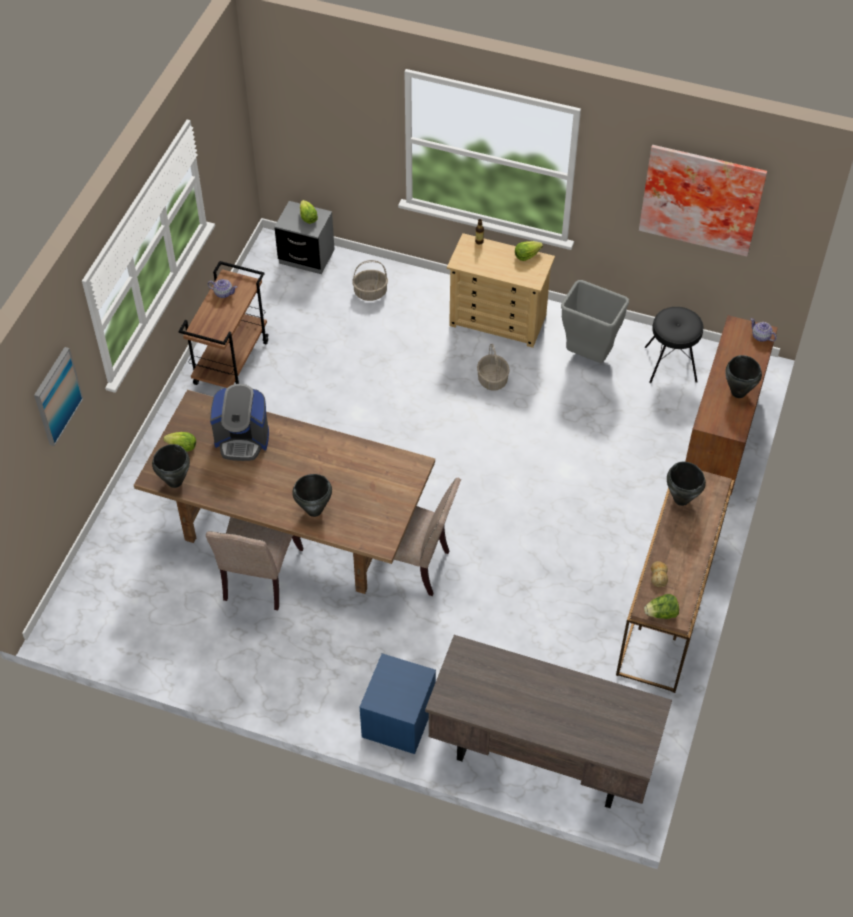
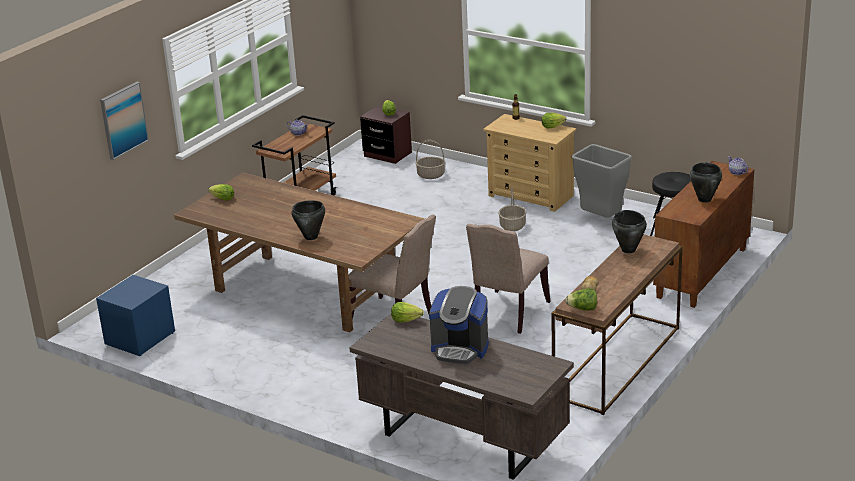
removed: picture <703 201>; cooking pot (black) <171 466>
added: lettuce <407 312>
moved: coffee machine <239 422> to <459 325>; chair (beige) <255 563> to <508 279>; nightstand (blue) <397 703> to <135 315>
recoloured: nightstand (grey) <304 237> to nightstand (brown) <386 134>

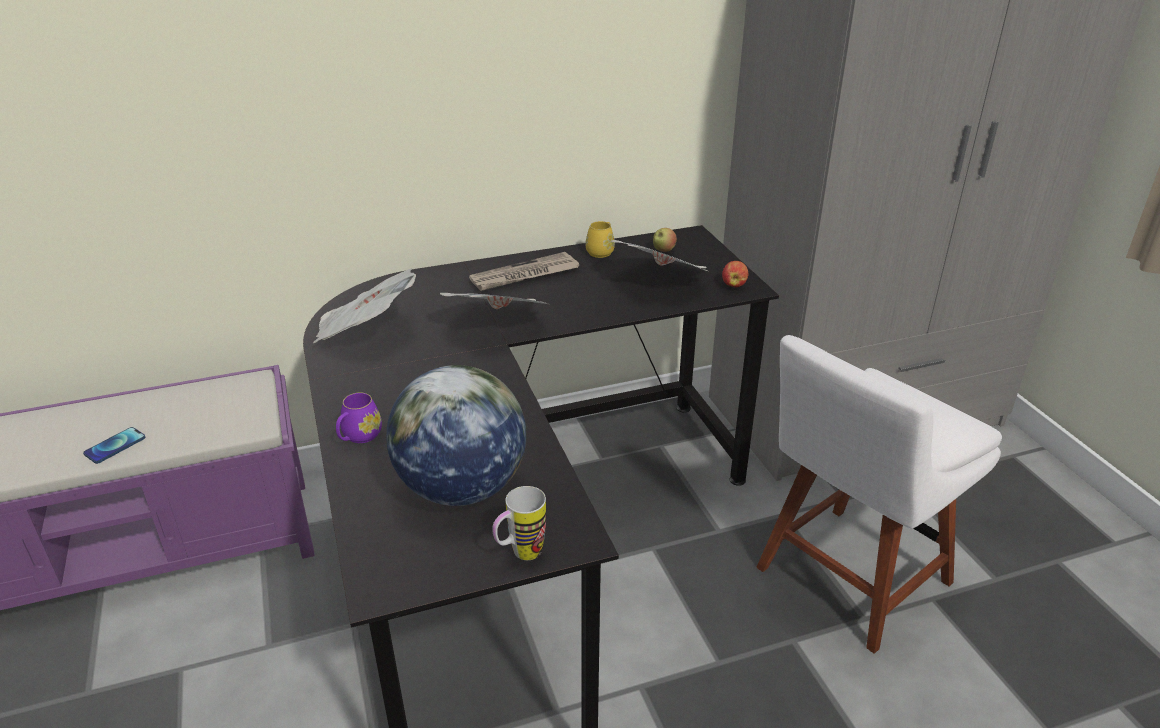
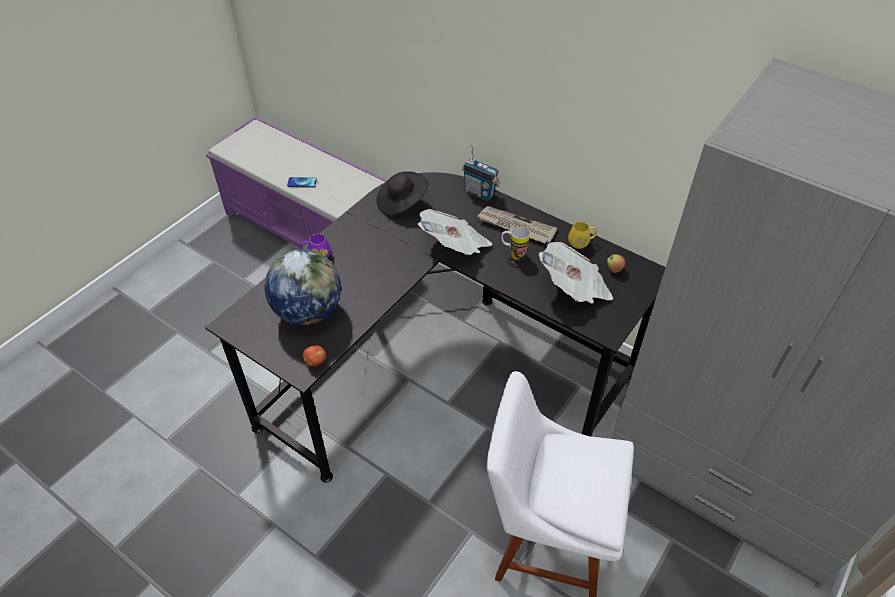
added: radio <481 172>
moved: apple <735 274> to <314 356>; mug <519 523> to <515 243>
replaced: newspaper <364 305> to hat (black) <402 193>

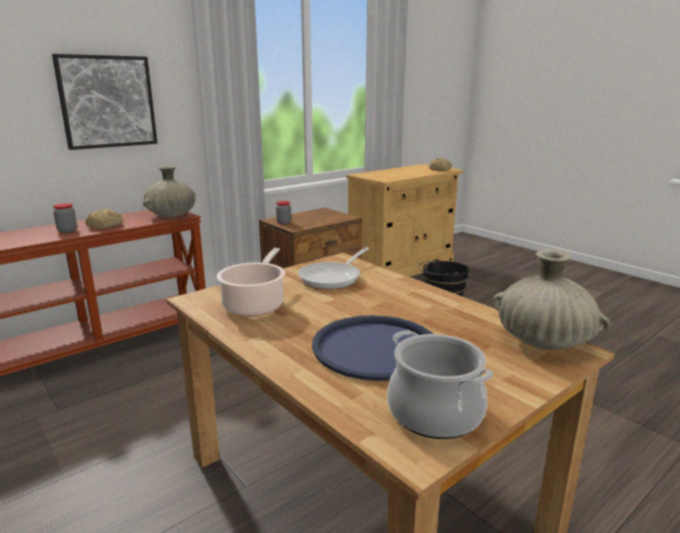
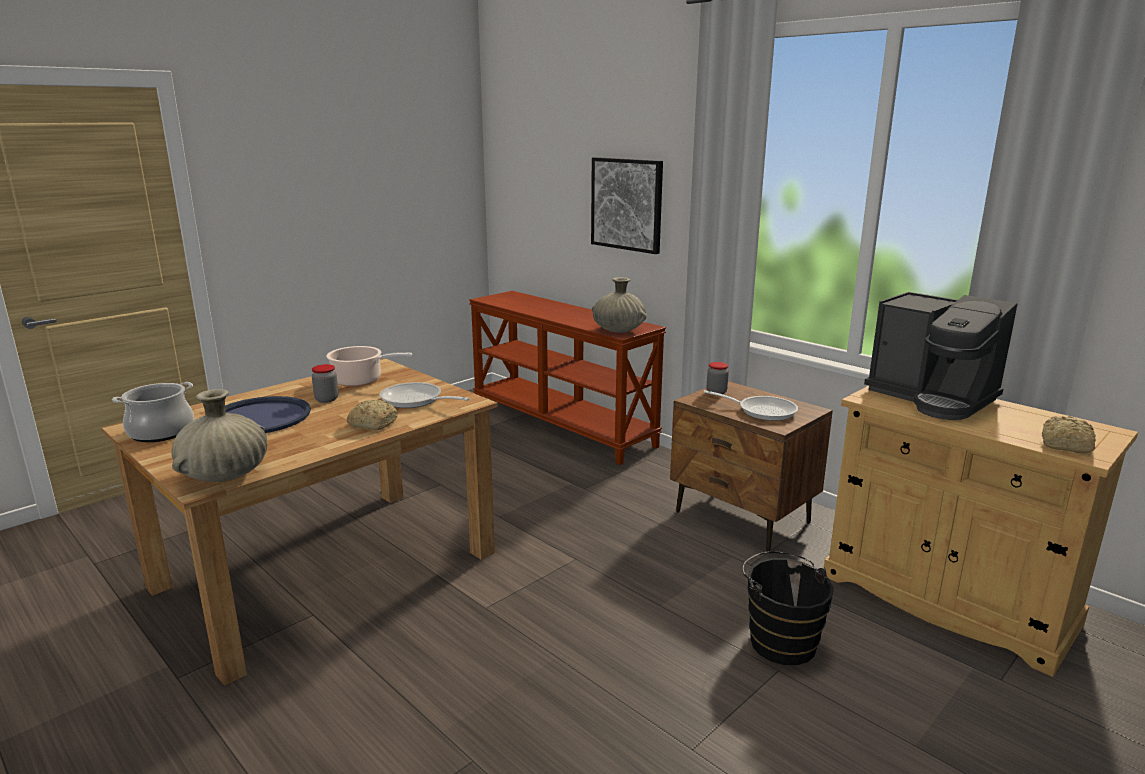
added: coffee machine <940 356>; frying pan <751 405>
moved: jar <65 218> to <325 383>; bread <104 219> to <372 415>

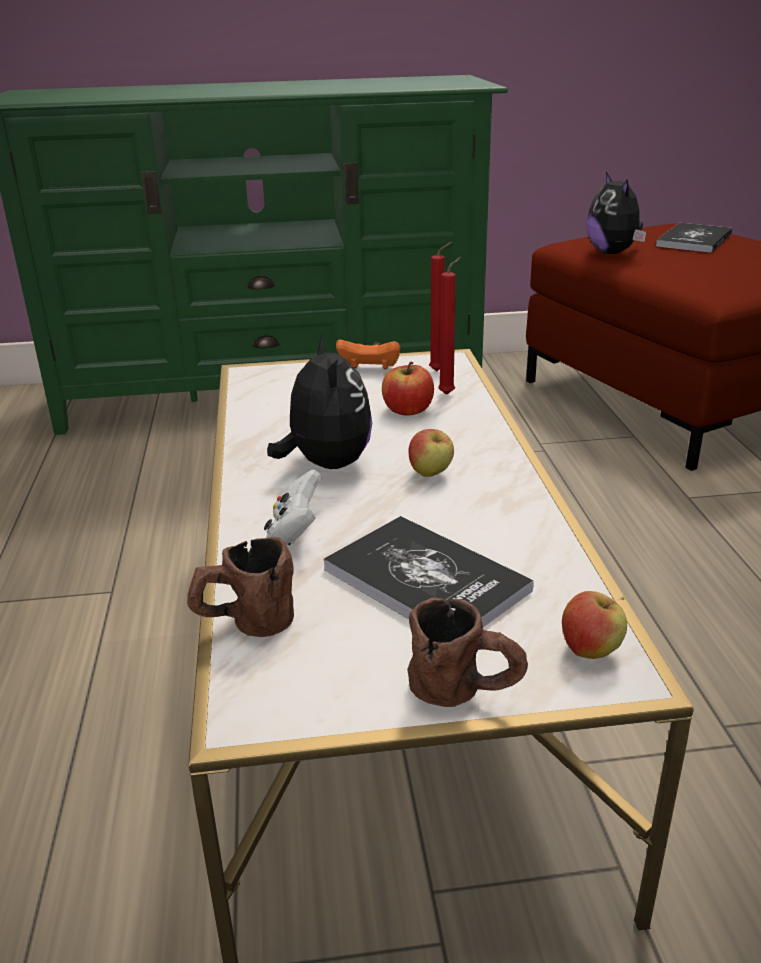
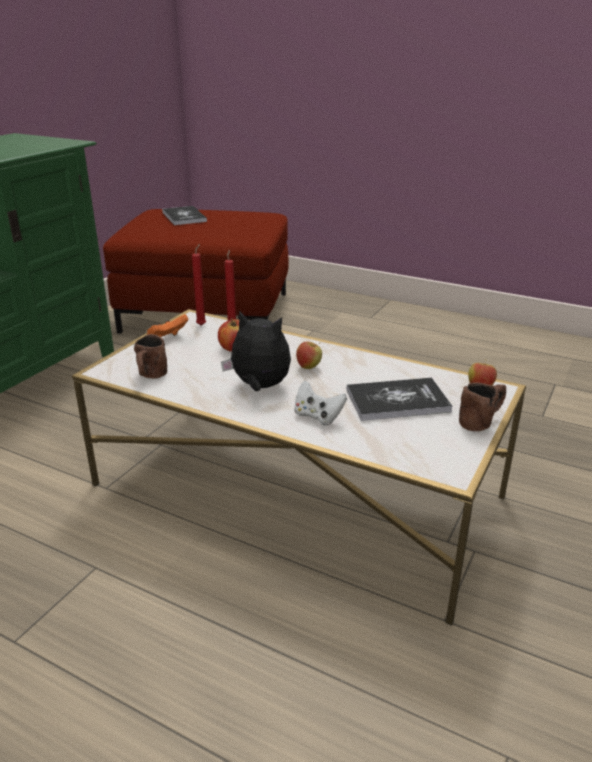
removed: plush toy <616 213>
moved: mug (brown) <240 587> to <150 356>

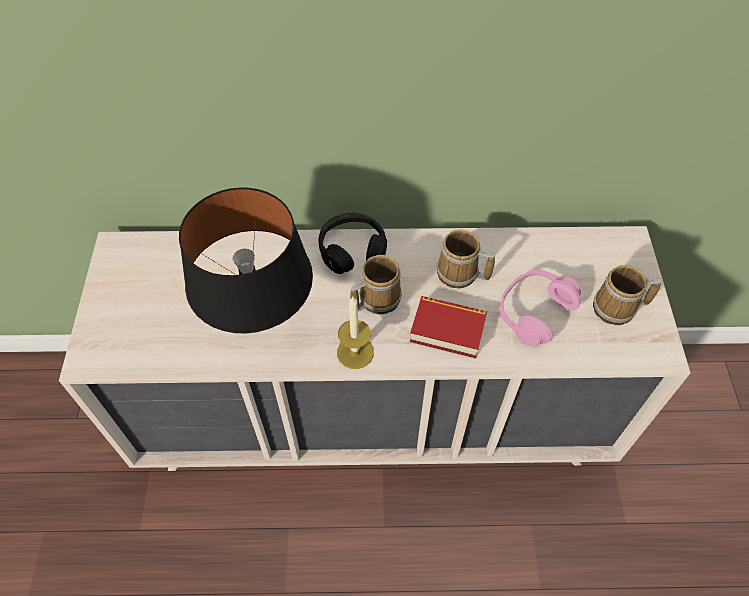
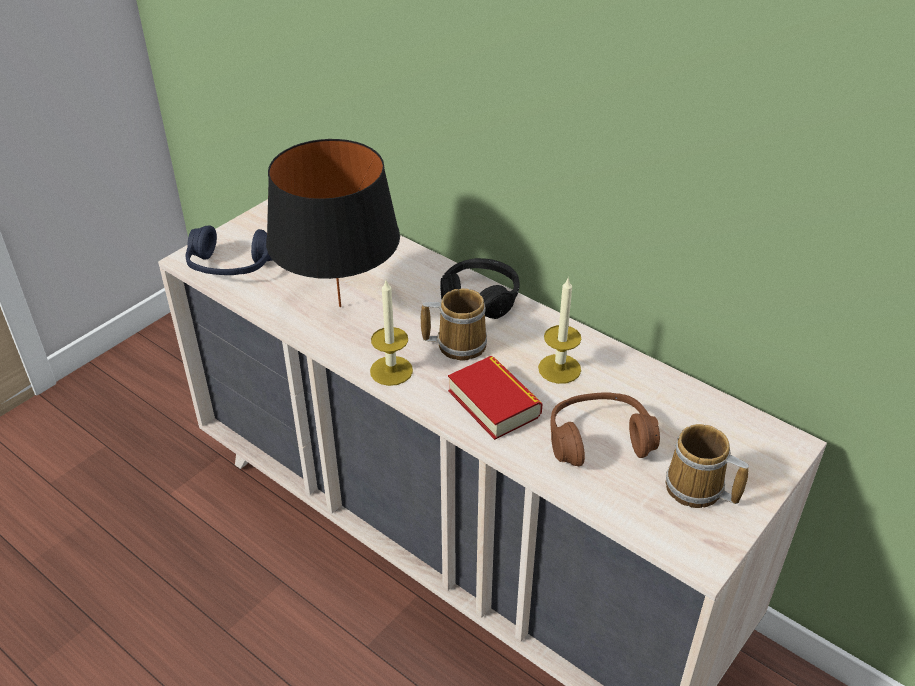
added: headphones (blue) <229 250>
replaced: mug <466 259> to candle <559 330>
recoloured: headphones (pink) <540 308> to headphones (brown) <605 429>

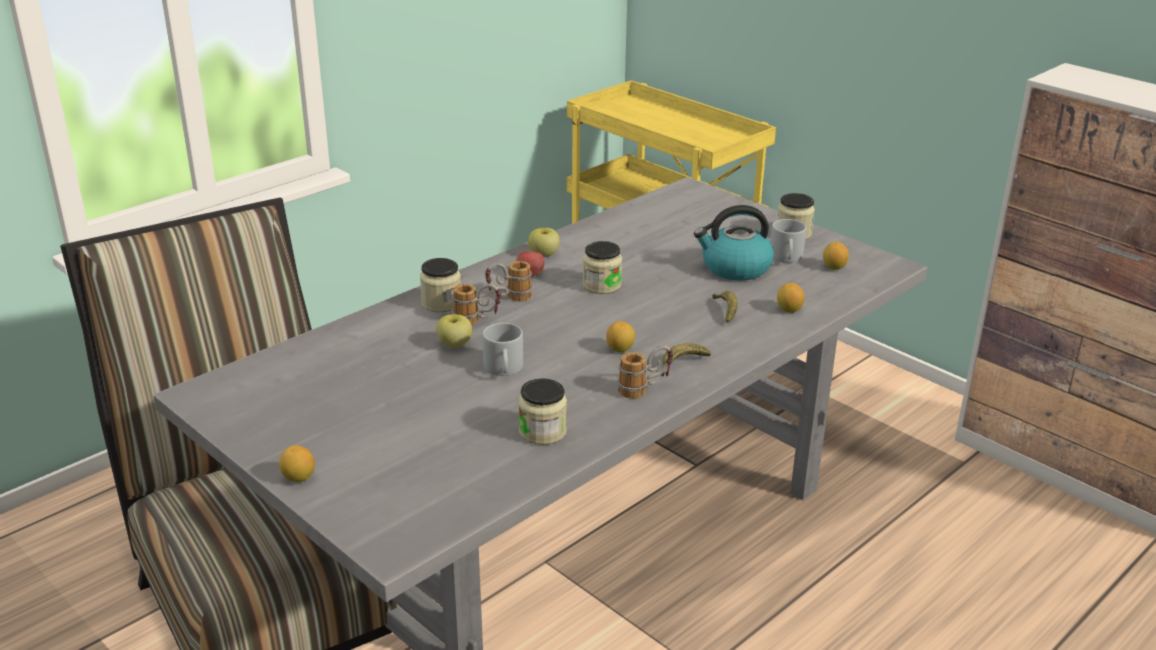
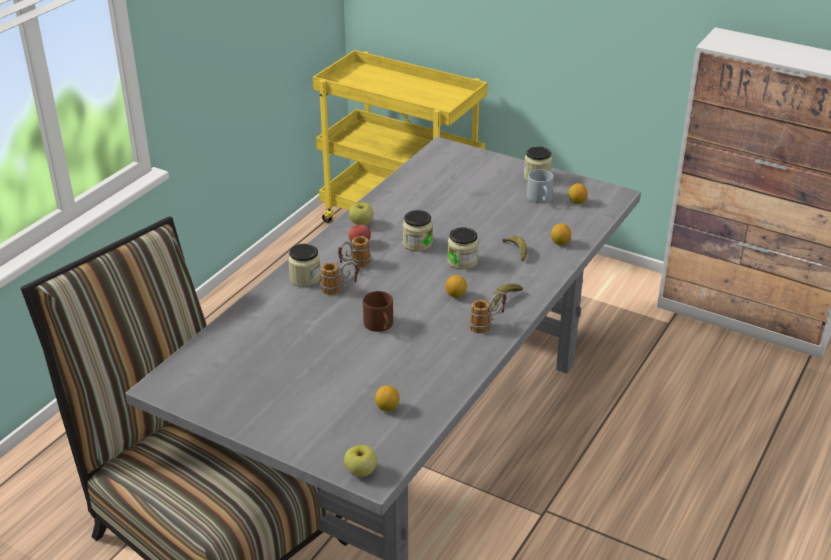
removed: kettle <734 242>
moved: apple <454 331> to <360 461>; jar <542 411> to <463 248>; lemon <297 463> to <387 399>
recoloured: mug (grey) <503 349> to mug (brown) <378 311>

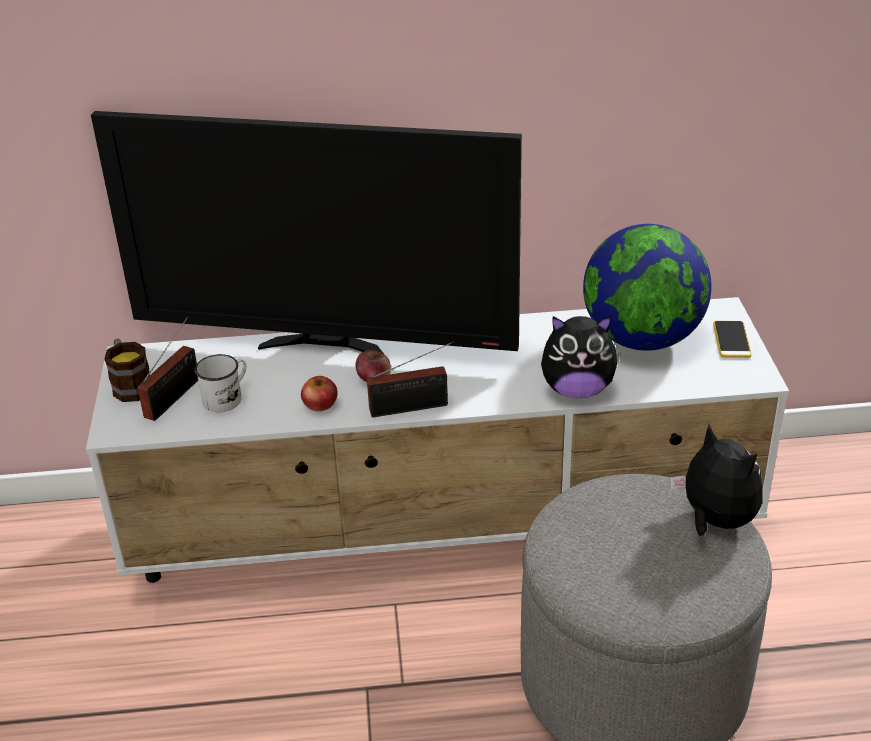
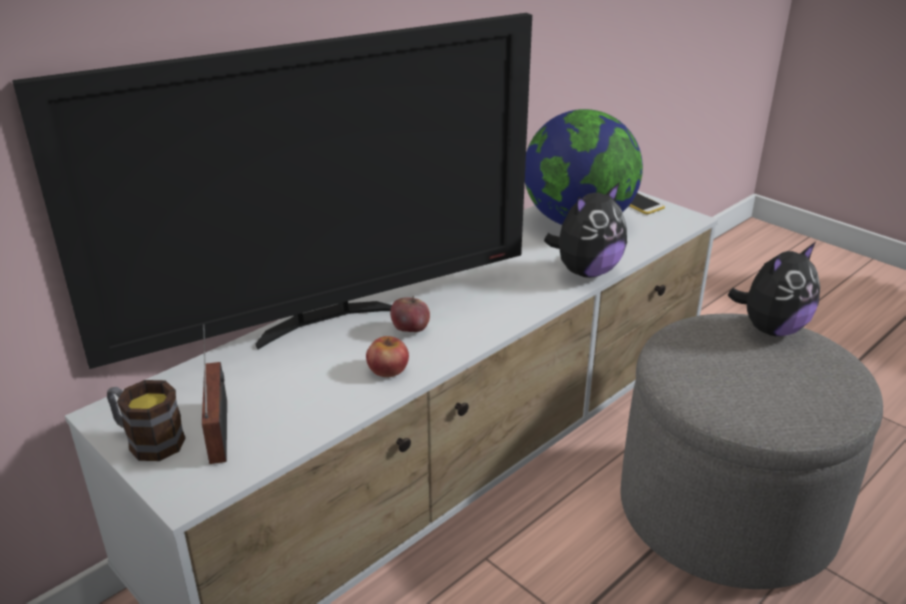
removed: radio <410 379>; mug (white) <220 383>
turned: plush toy <717 480> = <774 289> 135 degrees clockwise

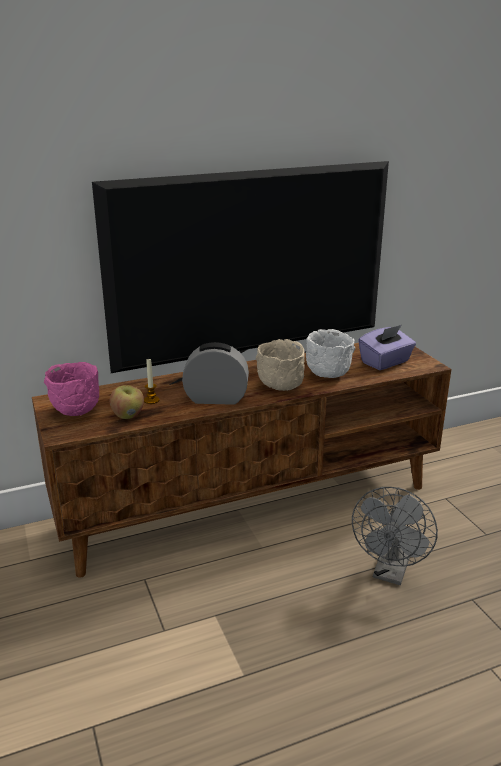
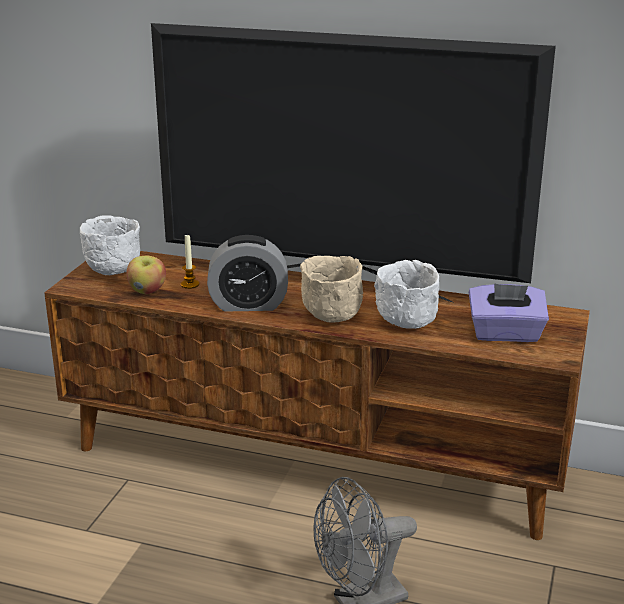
recoloured: bowl (pink) <71 389> to bowl (white) <110 245>
turned: alarm clock <215 373> = <247 273> 135 degrees clockwise

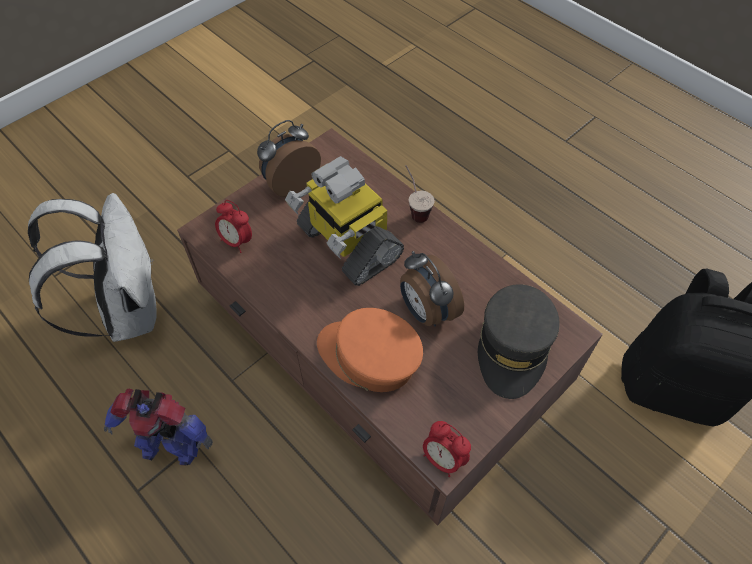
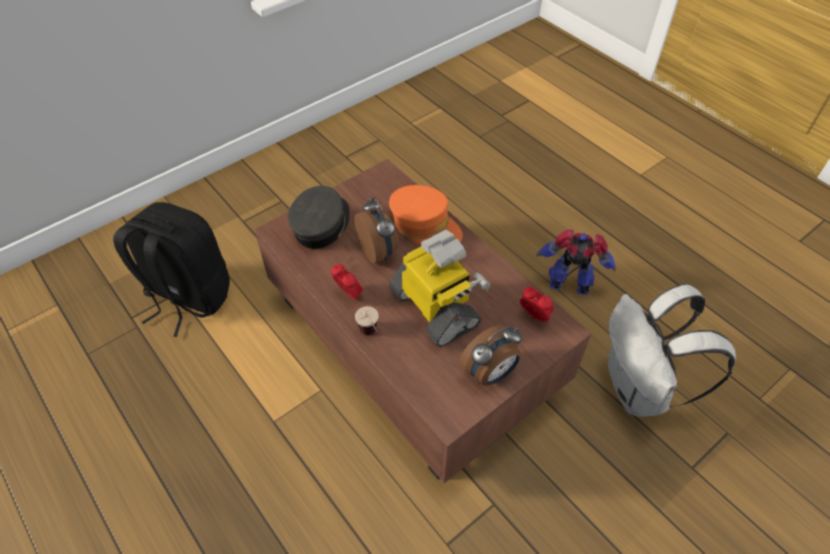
moved: alarm clock <447 449> to <347 282>

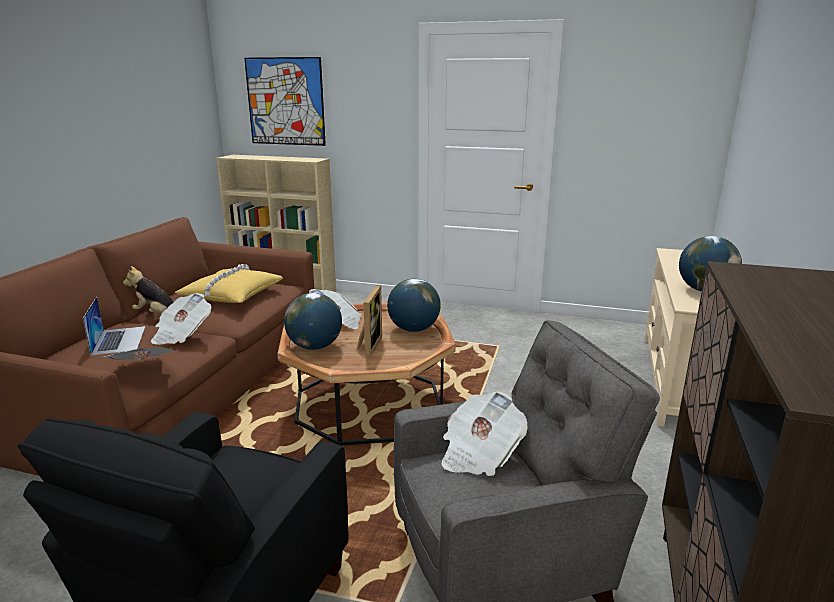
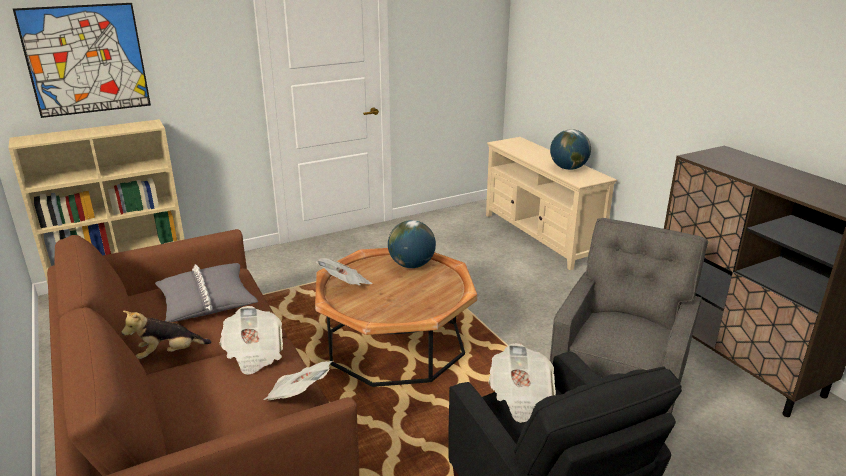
removed: picture frame <369 321>; globe <313 321>; laptop <113 326>
moved: newspaper <484 434> to <522 383>
recoloured: pillow (yellow) <229 283> to pillow (grey) <206 292>

